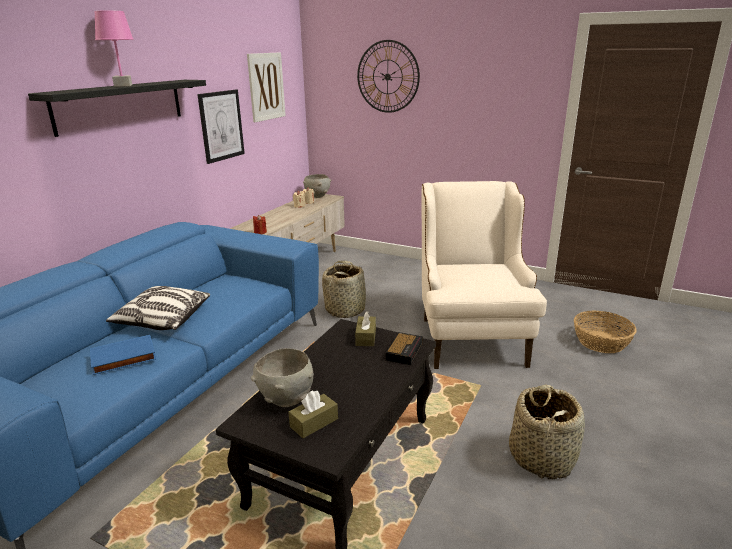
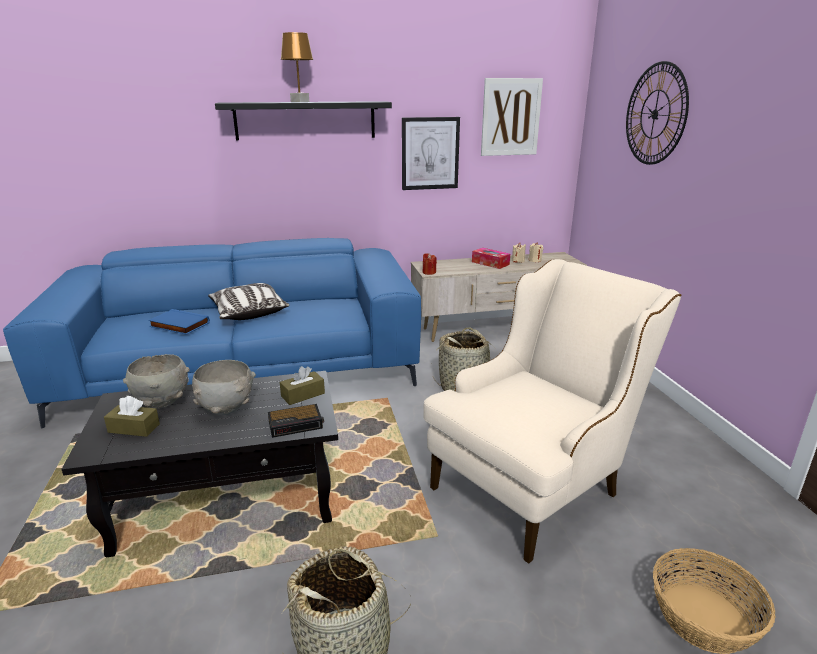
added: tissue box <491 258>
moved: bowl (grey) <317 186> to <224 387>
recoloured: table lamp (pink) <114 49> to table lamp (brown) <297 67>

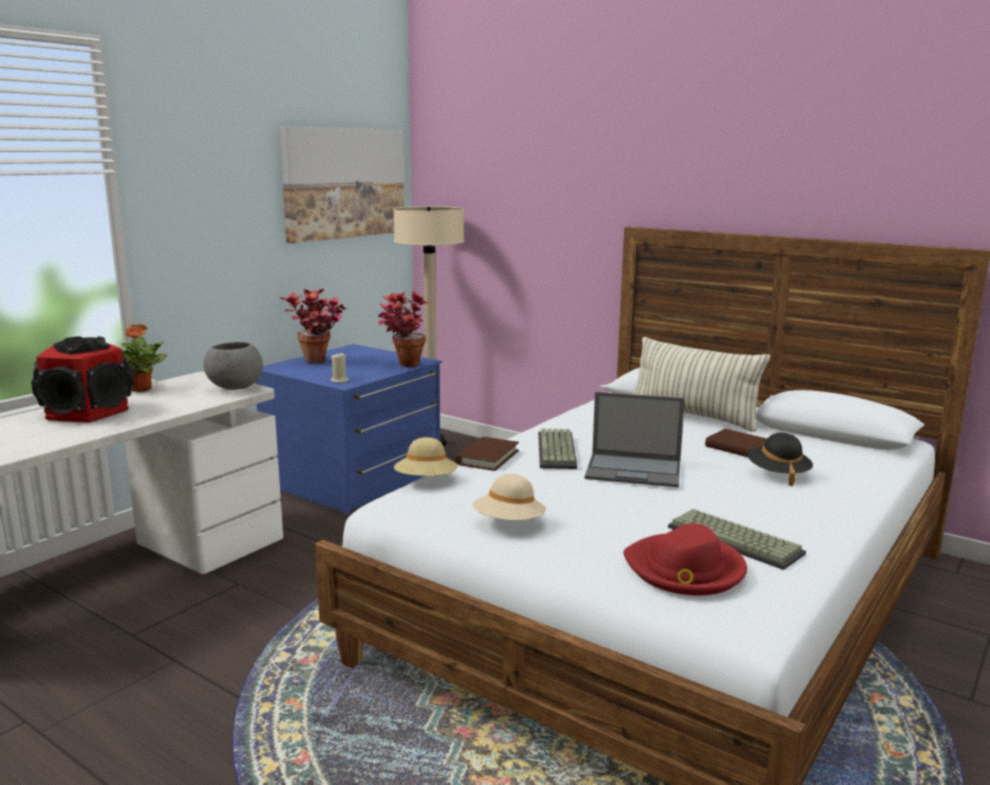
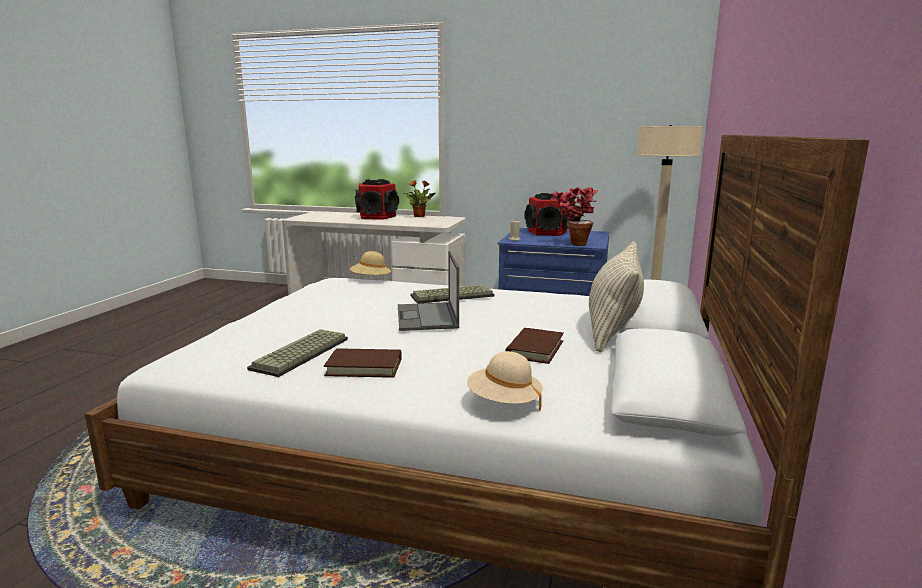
removed: picture <341 184>; bowl (grey) <233 366>; hat (black) <780 459>; hat (red) <685 559>
moved: book (brown) <487 454> to <363 363>; hat (beige) <509 497> to <505 381>
replaced: potted plant <314 326> to speaker <547 214>

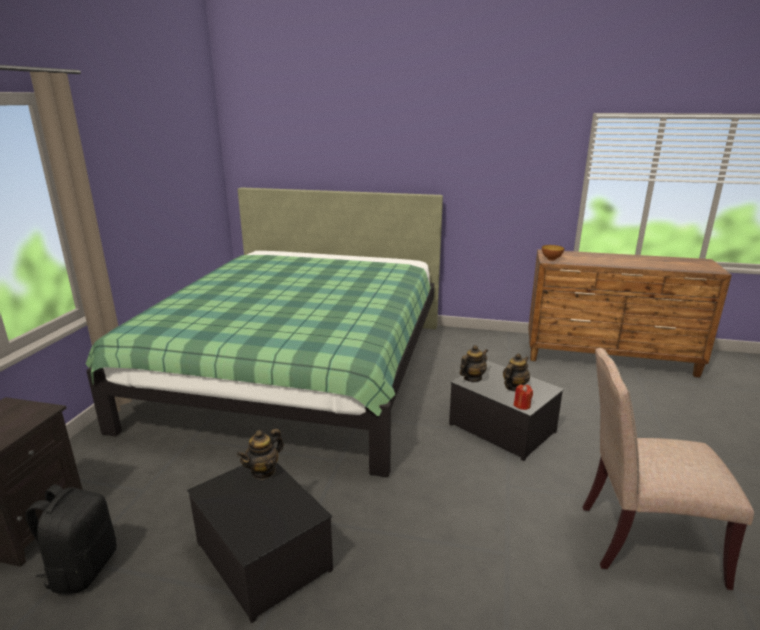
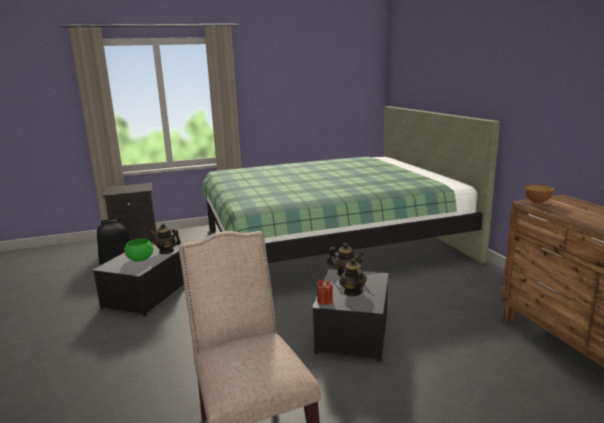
added: bowl (green) <138 250>
turned: teapot <516 372> = <353 277> 120 degrees counterclockwise

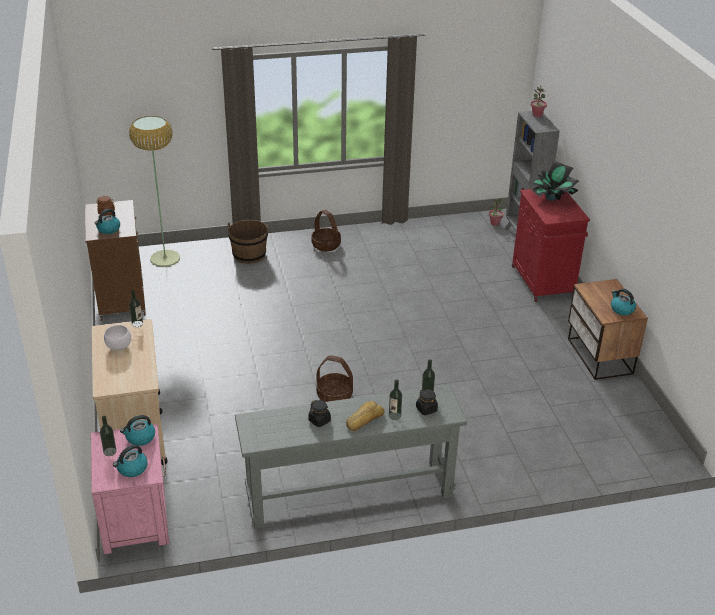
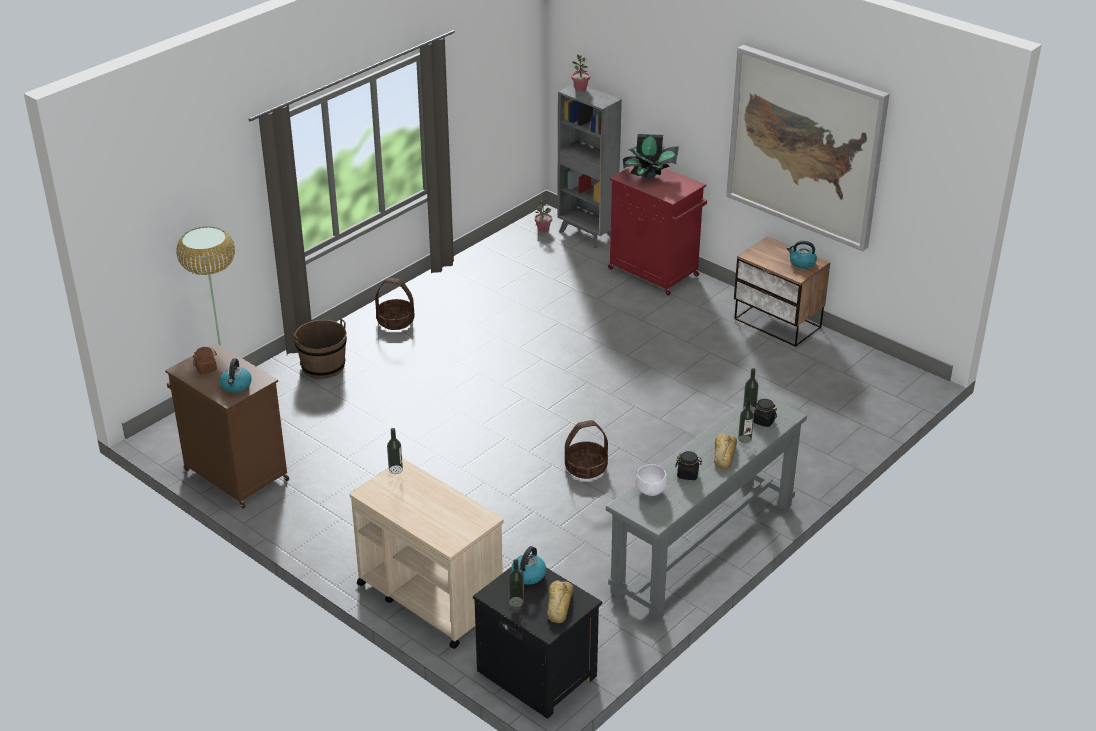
added: picture <807 148>
moved: bowl (white) <117 338> to <651 480>
replaced: kettle <130 460> to bread <560 601>
recoloured: nightstand (pink) <130 489> to nightstand (black) <537 643>

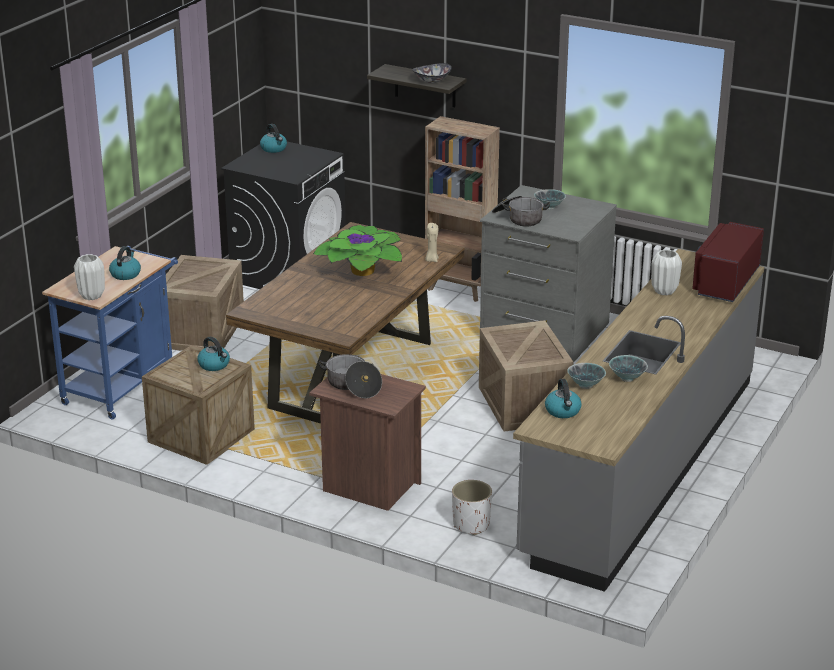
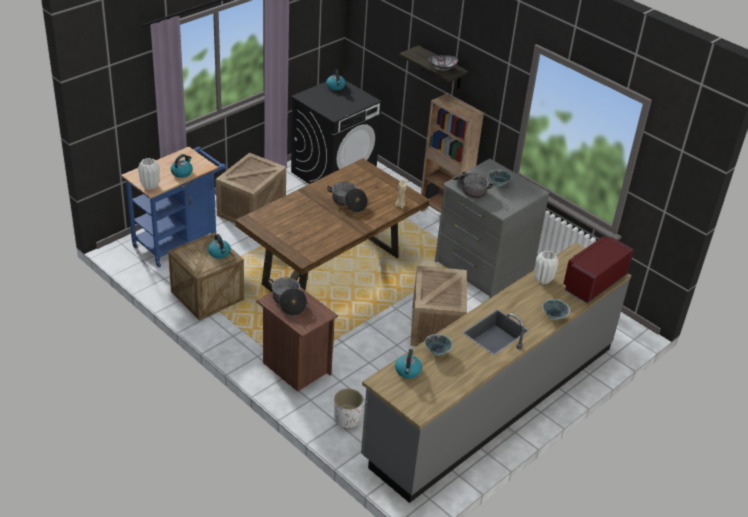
moved: bowl <628 368> to <556 309>
replaced: potted plant <357 250> to cooking pot <347 197>

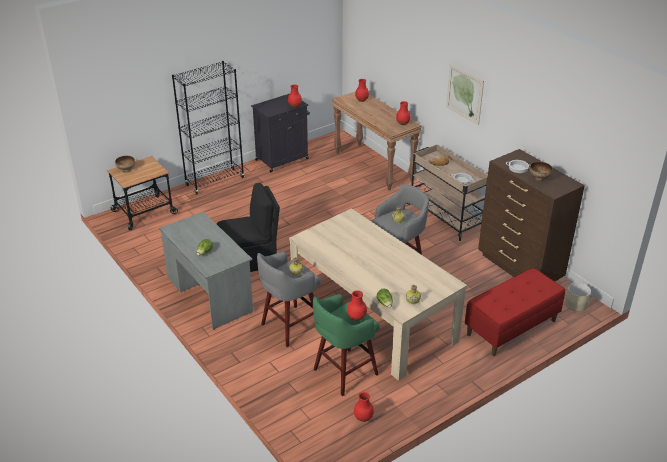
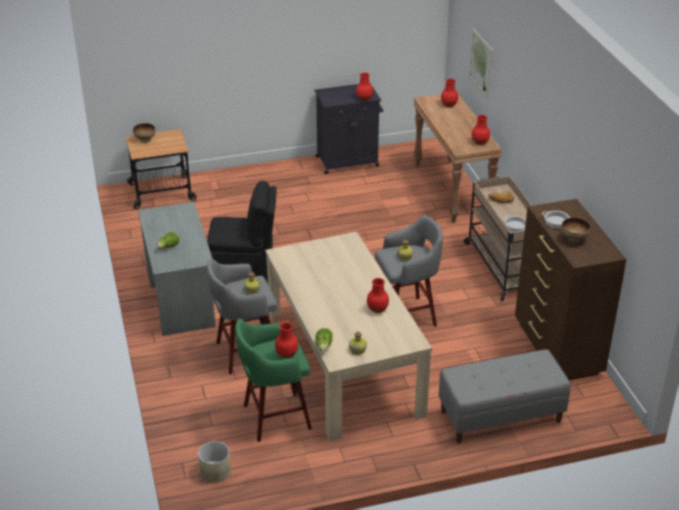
removed: bookcase (black) <208 128>
moved: picture <465 94> to <481 65>; planter (beige) <578 297> to <214 462>; vase (red) <364 407> to <378 295>
recoloured: bench (red) <515 312> to bench (grey) <505 396>

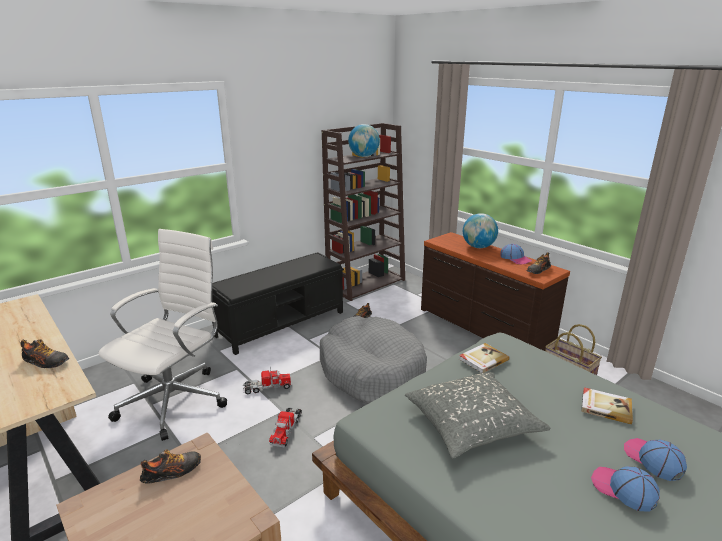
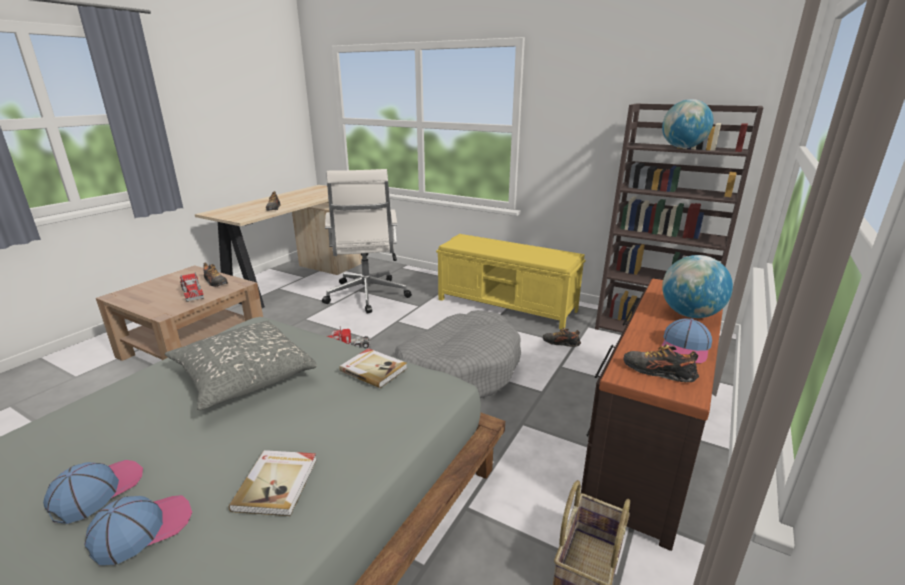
moved: toy truck <267 380> to <192 287>
recoloured: bench (black) <278 303> to bench (yellow) <511 281>
turned: office chair (white) <162 335> = <367 241> 75 degrees clockwise

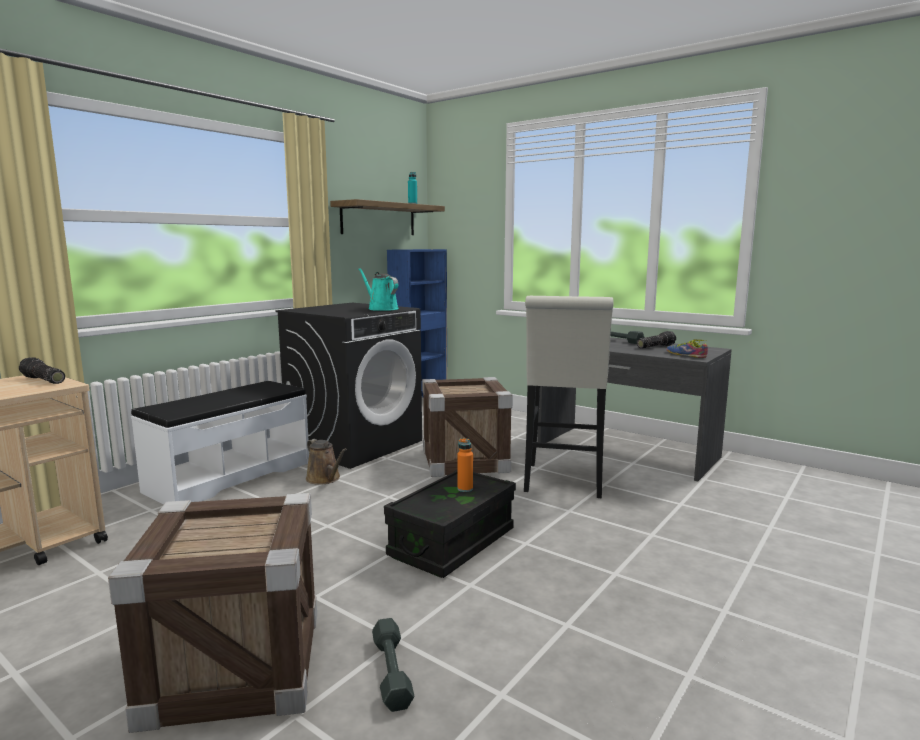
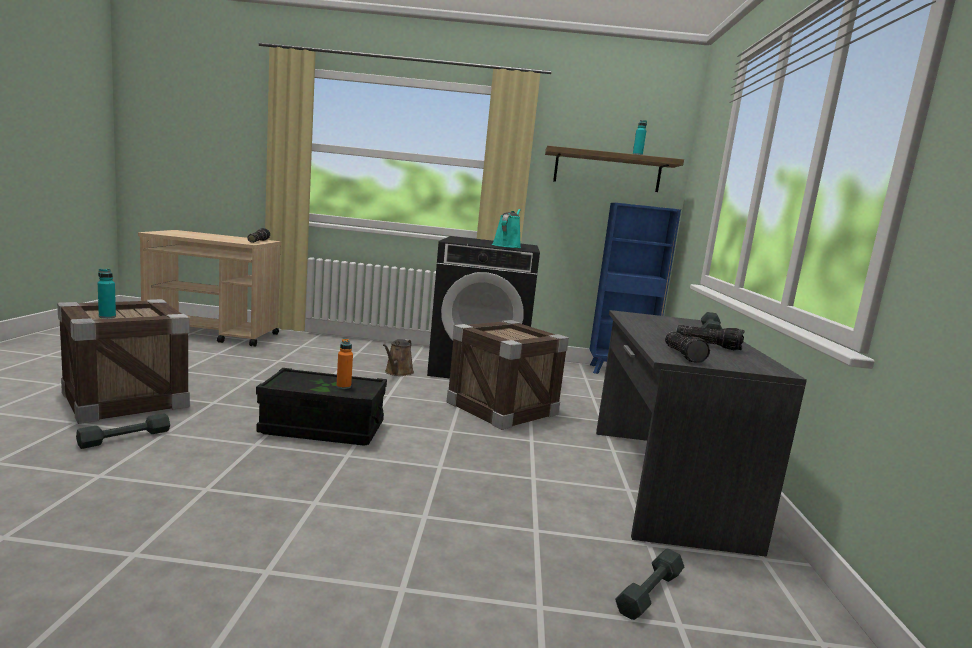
removed: stool (white) <569 397>; bench (white) <220 442>
added: bottle (turquoise) <107 294>; dumbbell (grey) <649 584>
replaced: shoe <687 348> to flashlight <687 347>

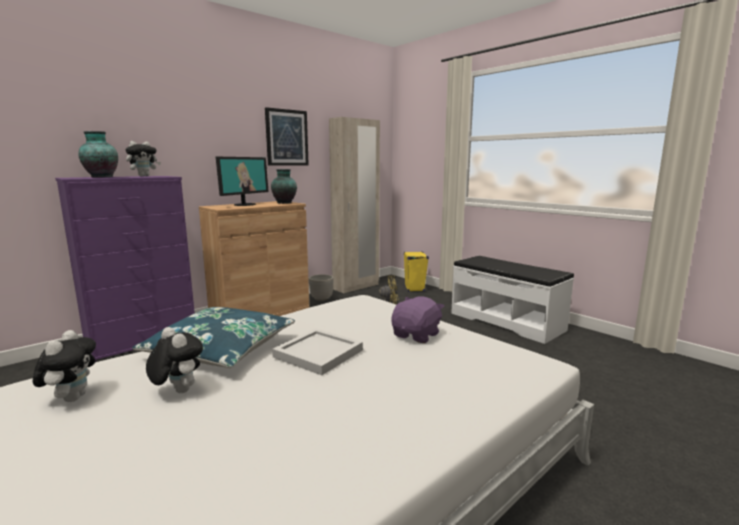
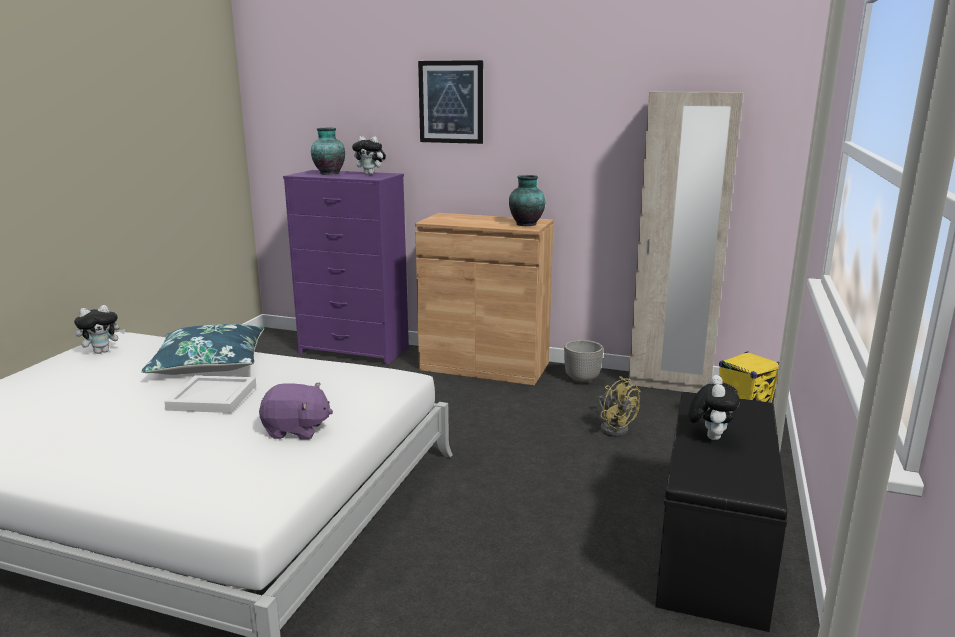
removed: monitor <242 181>
moved: picture <287 136> to <450 102>; plush toy <174 360> to <714 407>
recoloured: bench (white) <512 300> to bench (black) <721 512>

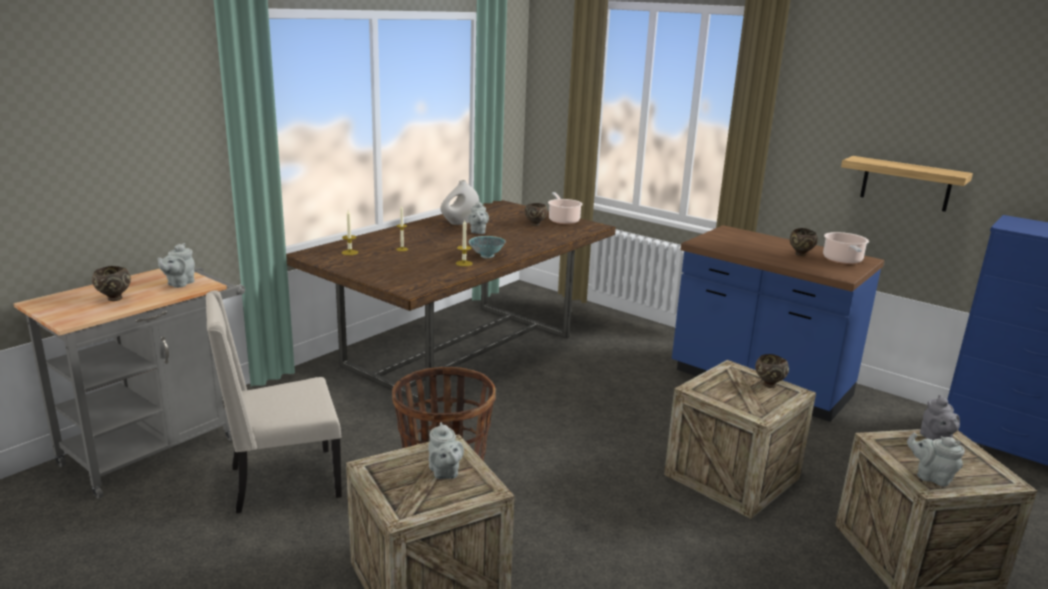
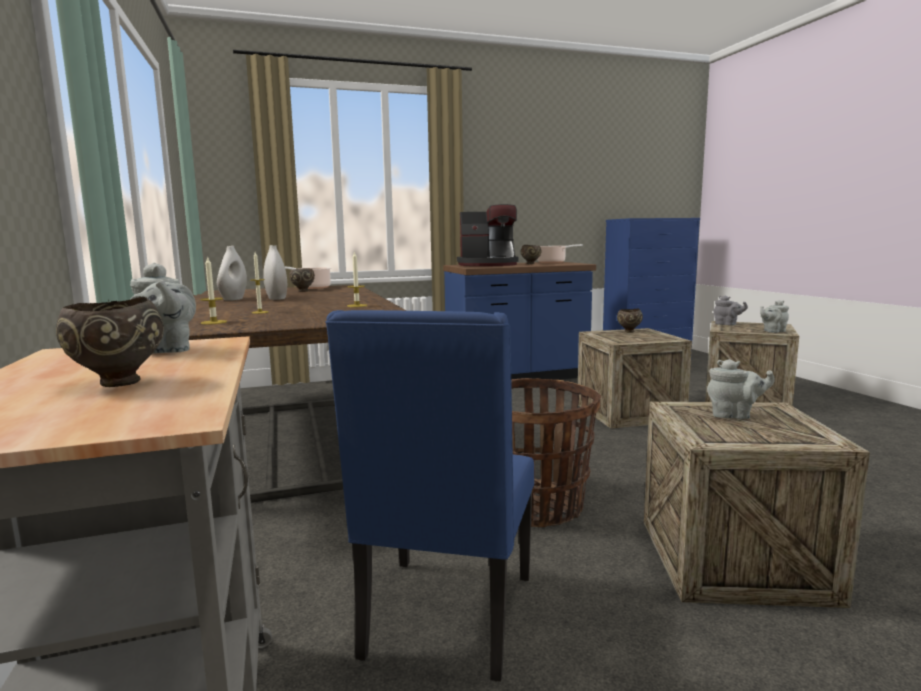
removed: shelf <907 184>; bowl <487 247>
added: coffee machine <487 235>
replaced: teapot (grey) <478 217> to vase (white) <275 272>
recoloured: chair (beige) <274 401> to chair (blue) <429 496>

